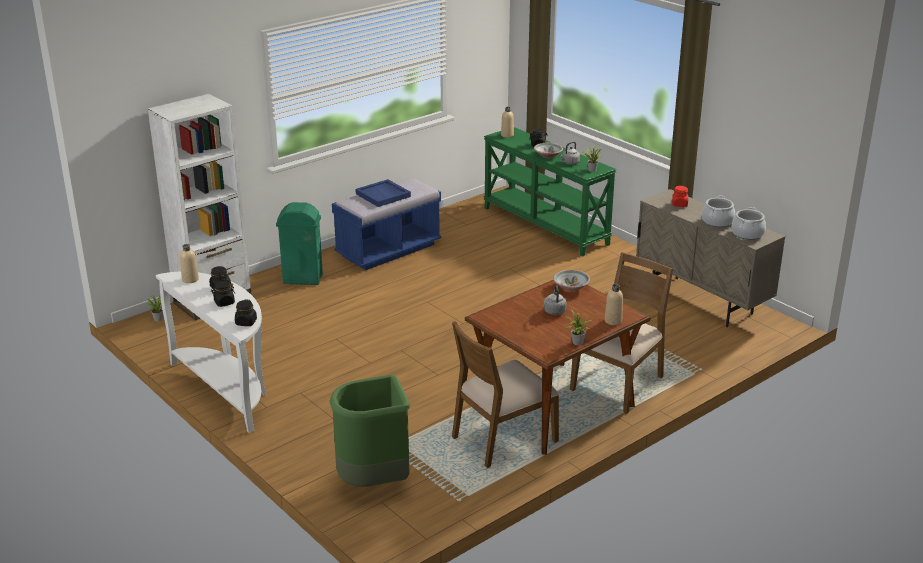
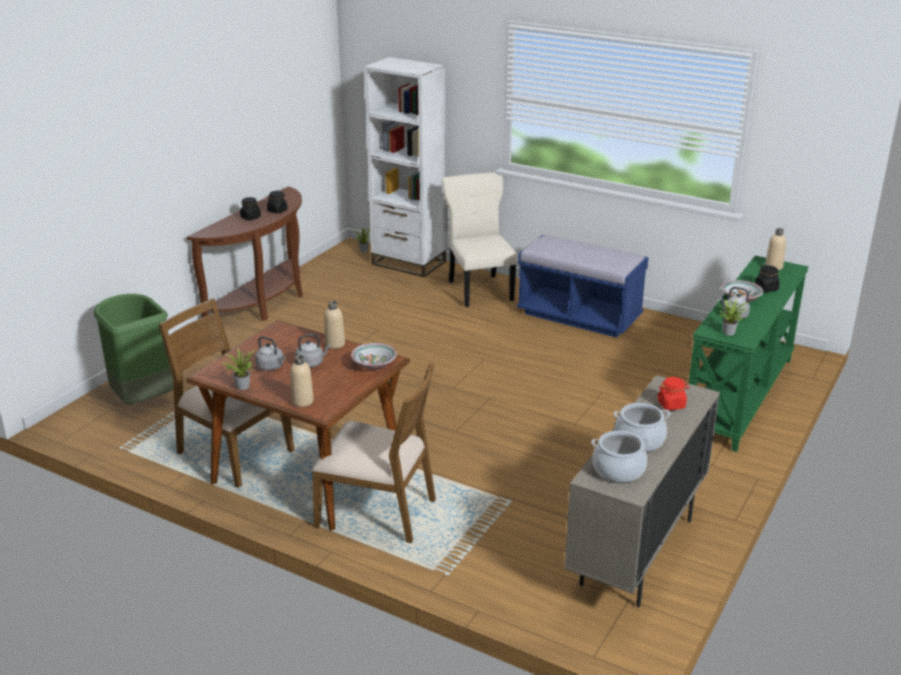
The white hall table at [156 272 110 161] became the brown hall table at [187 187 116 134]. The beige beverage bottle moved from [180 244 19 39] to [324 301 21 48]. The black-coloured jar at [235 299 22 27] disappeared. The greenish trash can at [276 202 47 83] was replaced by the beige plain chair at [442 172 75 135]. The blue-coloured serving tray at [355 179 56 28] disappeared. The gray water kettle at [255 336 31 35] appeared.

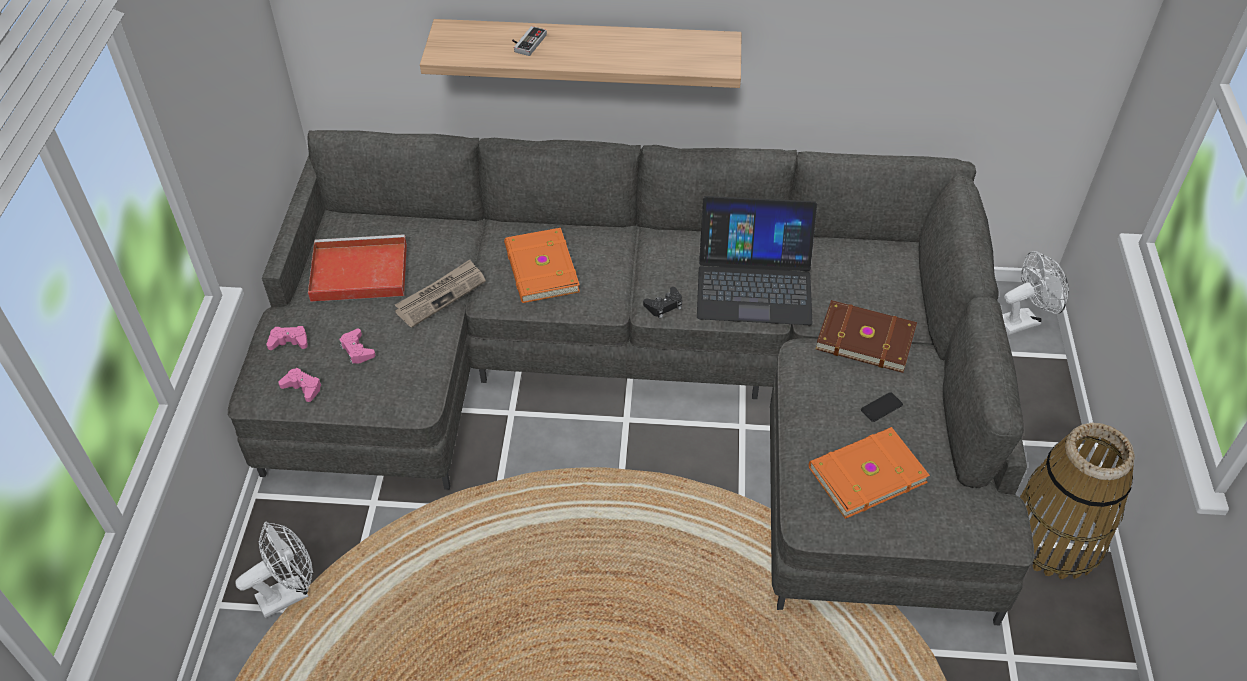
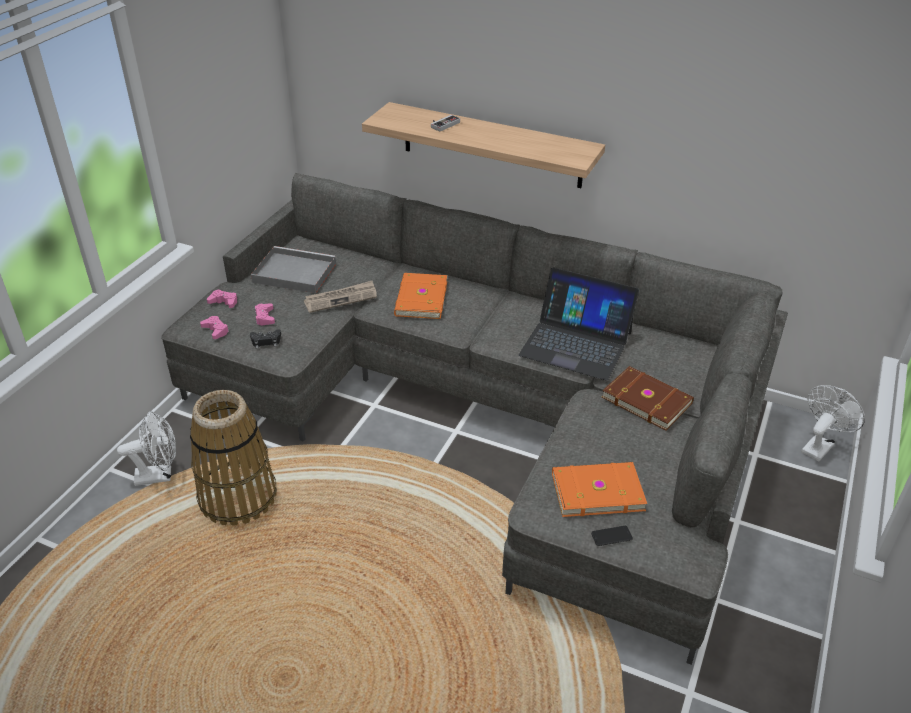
The red-coloured serving tray at [308 234 99 68] became the gray serving tray at [251 246 85 47]. The black-coloured joypad moved from [643 287 39 31] to [250 329 31 19]. The phone moved from [861 392 42 30] to [591 526 42 20]. The white fan at [1002 251 67 84] turned 45 degrees counterclockwise. The storage basket moved from [1020 423 115 156] to [190 390 87 136].

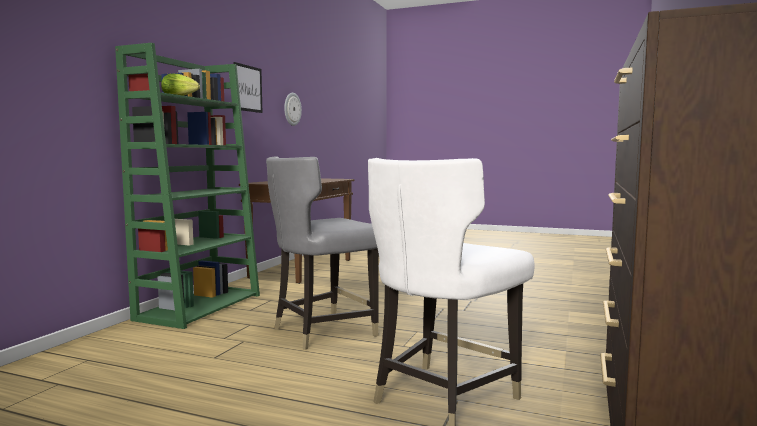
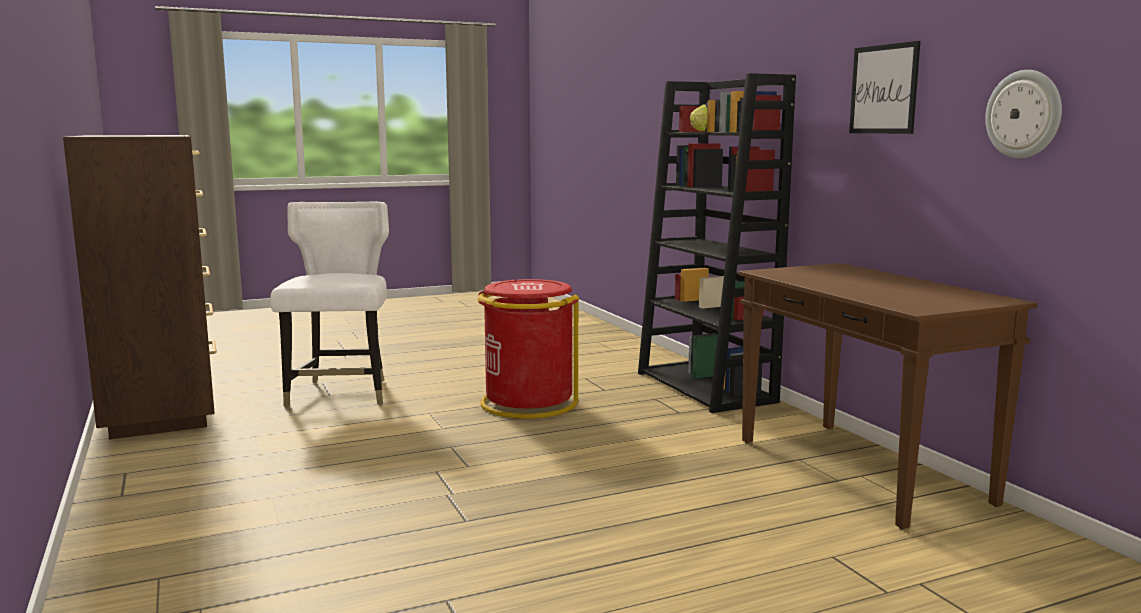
The greenish bookshelf at [115 43 145 286] became the black-coloured bookshelf at [638 73 158 340]. The gray plain chair at [266 156 113 194] was replaced by the red-coloured trash can at [478 279 101 139].

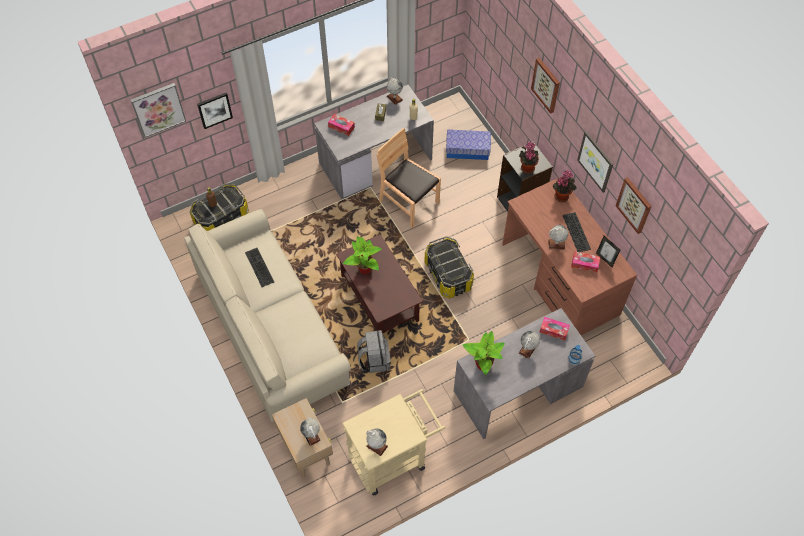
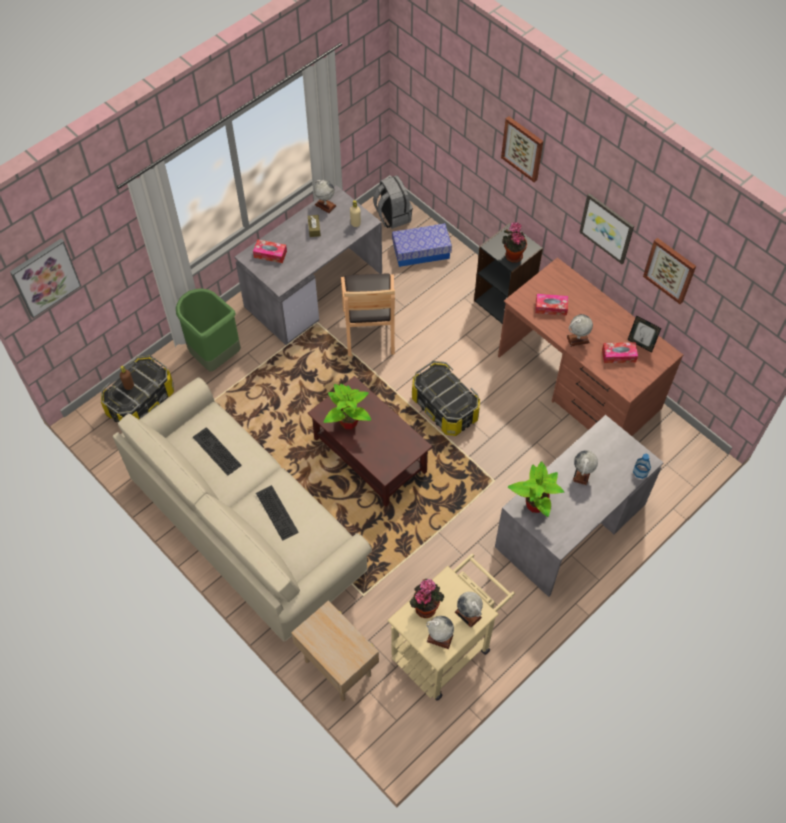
The picture at [197 93 36 36] disappeared. The world globe moved from [300 418 21 28] to [455 592 28 36]. The gray knapsack moved from [357 330 34 43] to [373 175 40 54]. The brown plain chair at [377 128 64 100] turned 120 degrees counterclockwise. The box of tissues moved from [539 317 31 24] to [535 294 33 22]. The plant in a pot moved from [553 170 24 32] to [410 579 34 39]. The PC keyboard moved from [562 212 29 40] to [256 485 43 56]. The greenish trash can at [176 288 65 84] appeared.

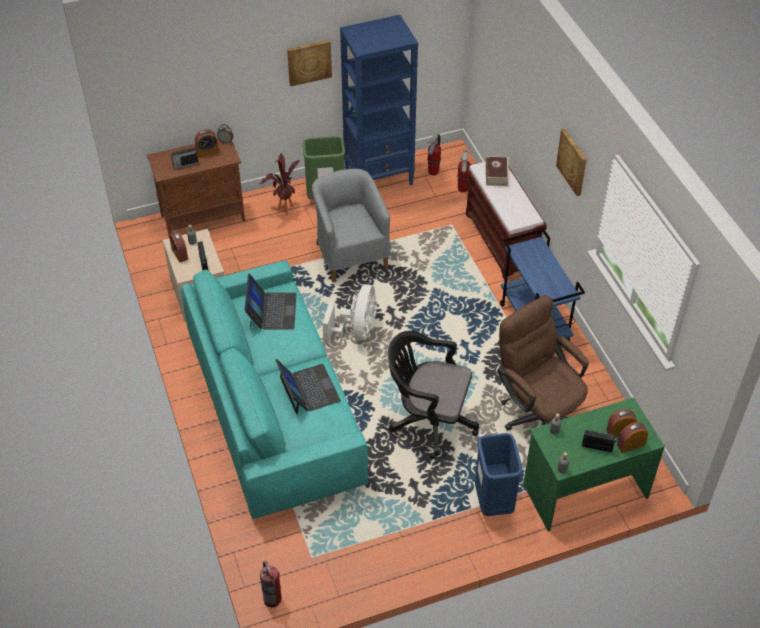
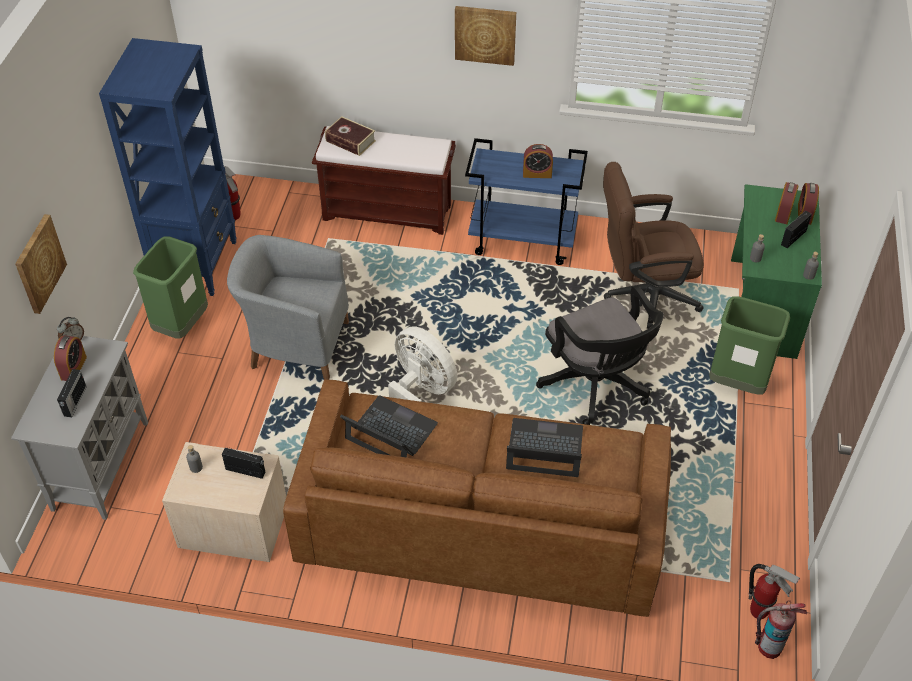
The brown cabinet at [147 138 98 97] became the gray cabinet at [11 336 137 184]. The alarm clock moved from [169 231 19 31] to [523 144 30 34]. The turquoise-coloured sofa at [181 261 187 258] became the brown sofa at [283 379 388 238]. The plant in a pot at [259 153 41 62] disappeared. The picture moved from [287 40 45 46] to [15 214 52 100]. The black-coloured computer chair at [388 330 91 129] turned 75 degrees counterclockwise. The fire-fighting cylinder moved from [457 151 14 41] to [749 564 51 55]. The blue-coloured trash can at [475 433 48 83] became the greenish trash can at [709 296 81 99].

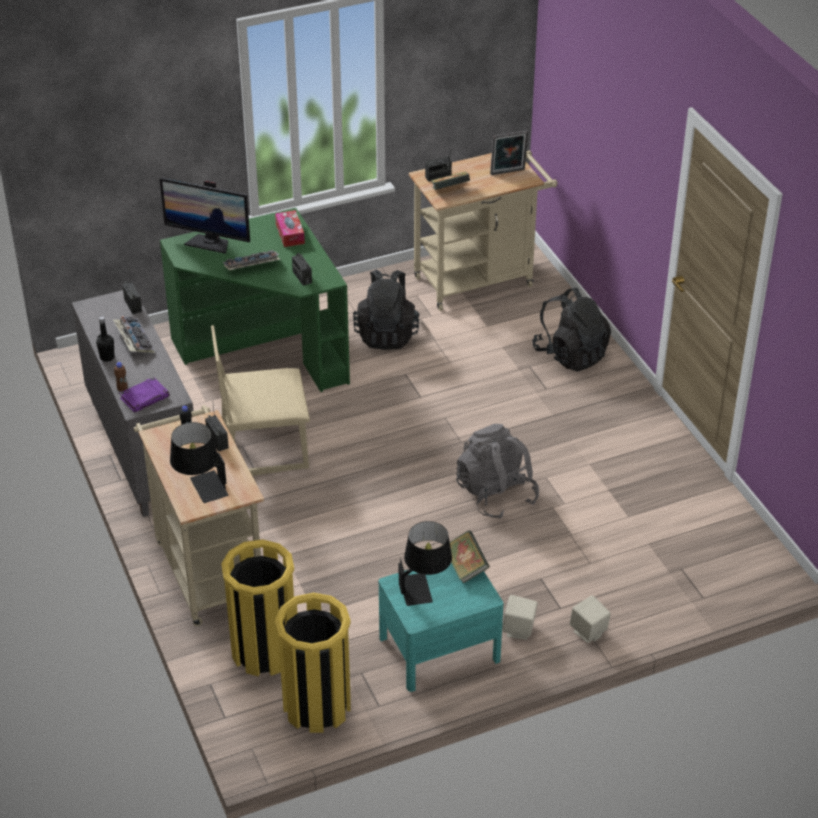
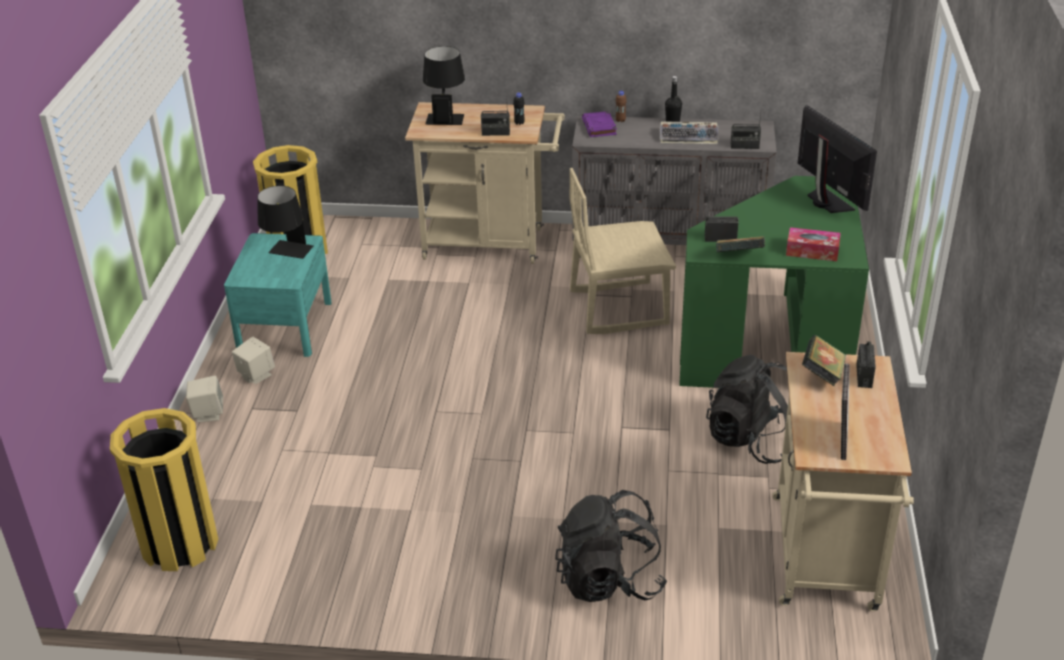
The monitor at [160 177 90 77] turned 105 degrees clockwise. The beige plain chair at [211 325 99 151] turned 120 degrees counterclockwise. The yellowish trash can moved from [221 539 73 137] to [110 408 108 163]. The PC keyboard at [223 250 58 20] disappeared. The book moved from [450 530 40 53] to [716 236 49 16]. The gray knapsack at [456 424 83 95] disappeared.

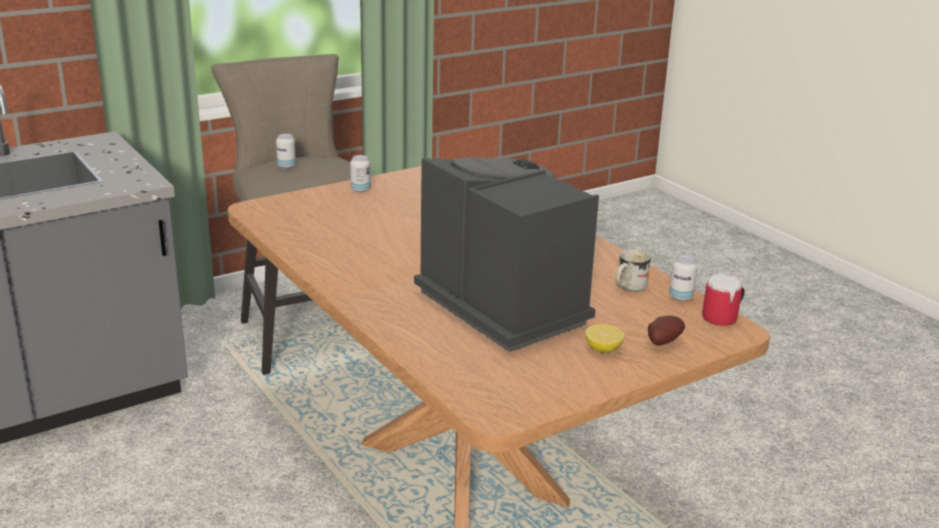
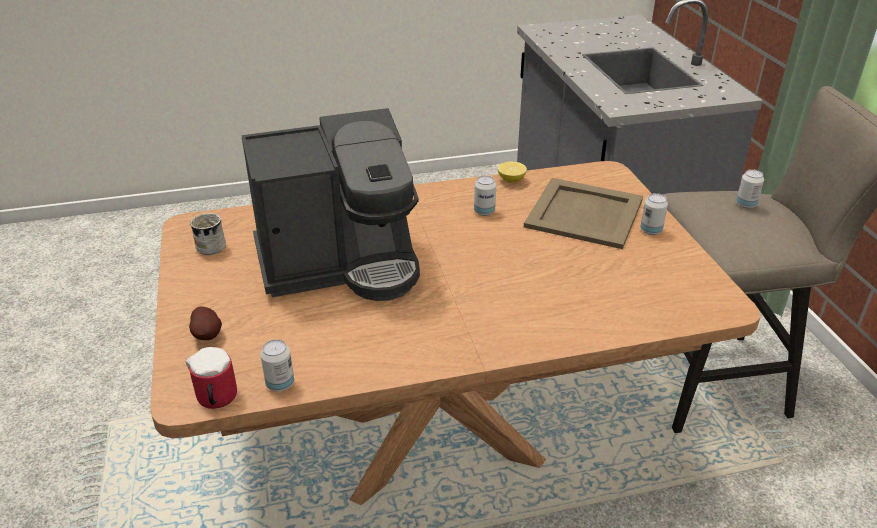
The citrus fruit moved from [585 324 39 29] to [498 161 29 22]. The white coffee mug moved from [615 249 36 44] to [190 213 36 42]. The can at [474 176 22 40] appeared. The beige serving tray at [524 178 119 71] appeared.

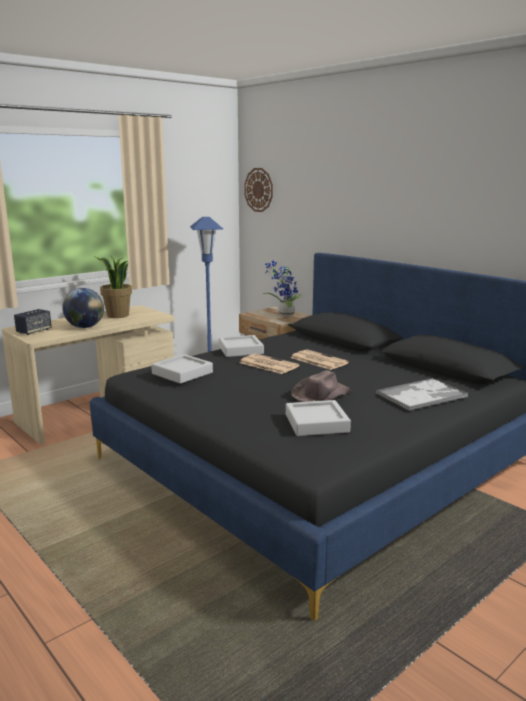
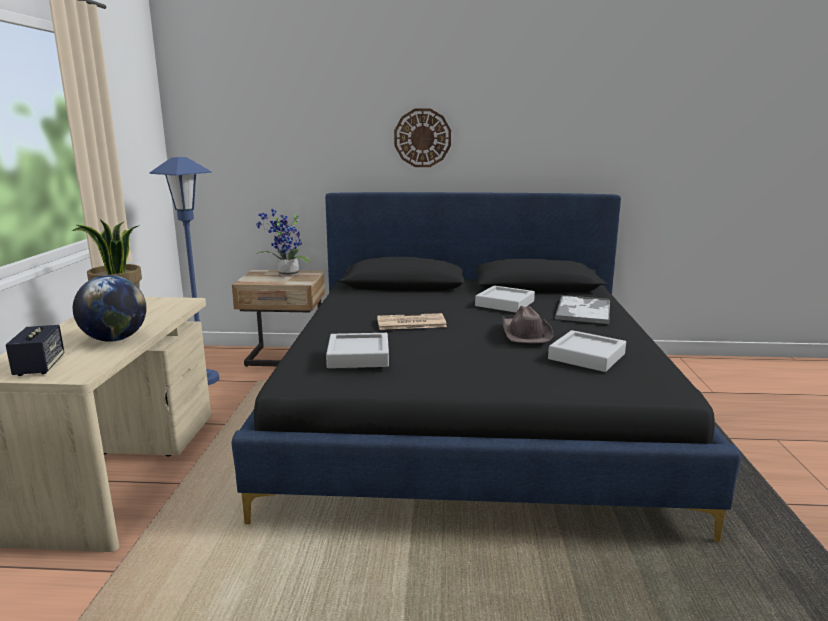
The gray serving tray moved from [219 335 45 22] to [475 285 60 28]. The hanging clock moved from [244 168 29 44] to [394 108 57 59]. The newspaper at [291 350 58 20] disappeared.

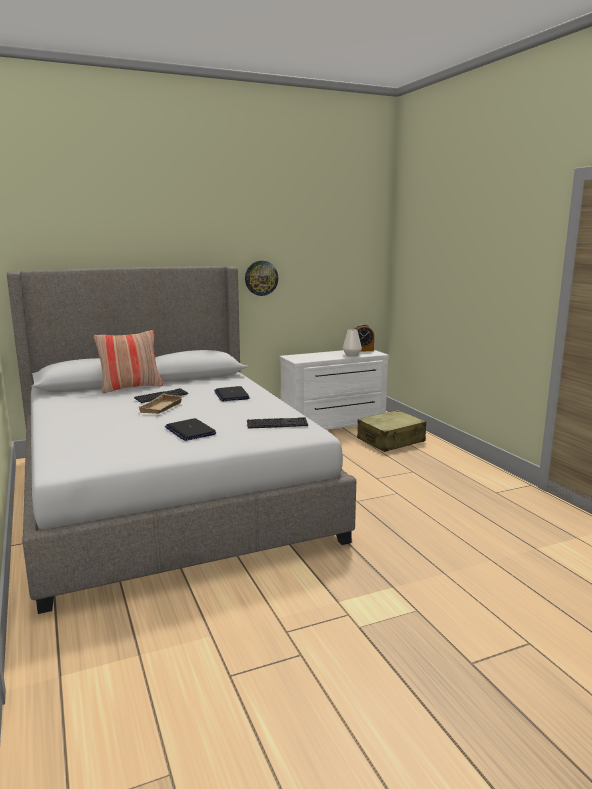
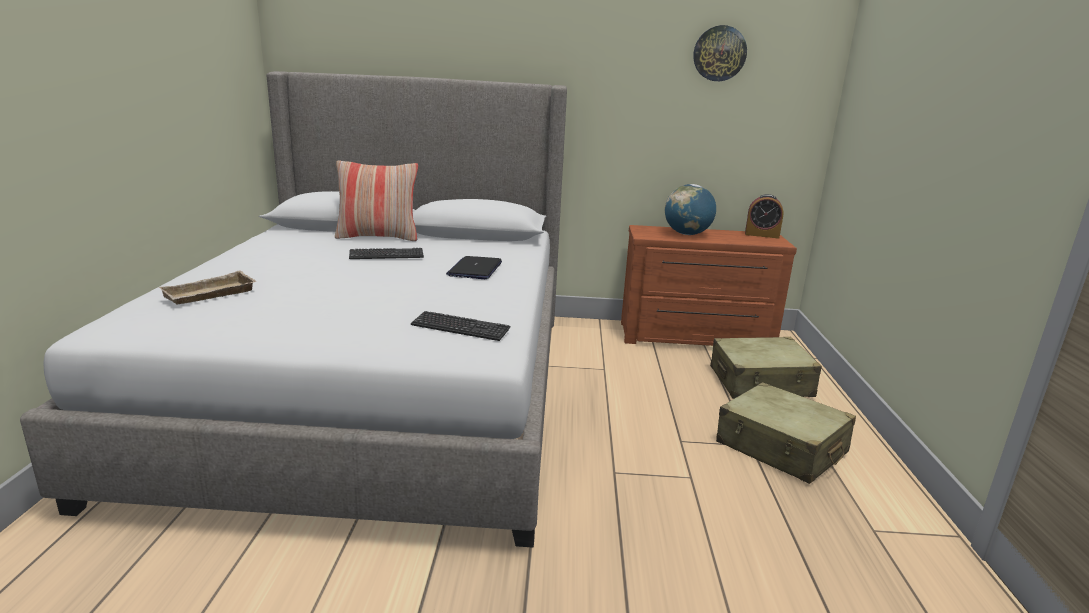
The beige serving tray moved from [139 393 45 21] to [159 270 97 35]. The portable computer at [165 418 51 23] disappeared. The hanging clock moved from [245 261 33 35] to [693 25 54 56]. The white drawer chest at [280 350 109 80] became the brown drawer chest at [621 225 176 121]. The white decorative vase at [343 329 19 28] disappeared. The world globe at [665 184 51 51] appeared. The beige suitcase at [716 382 140 102] appeared.

